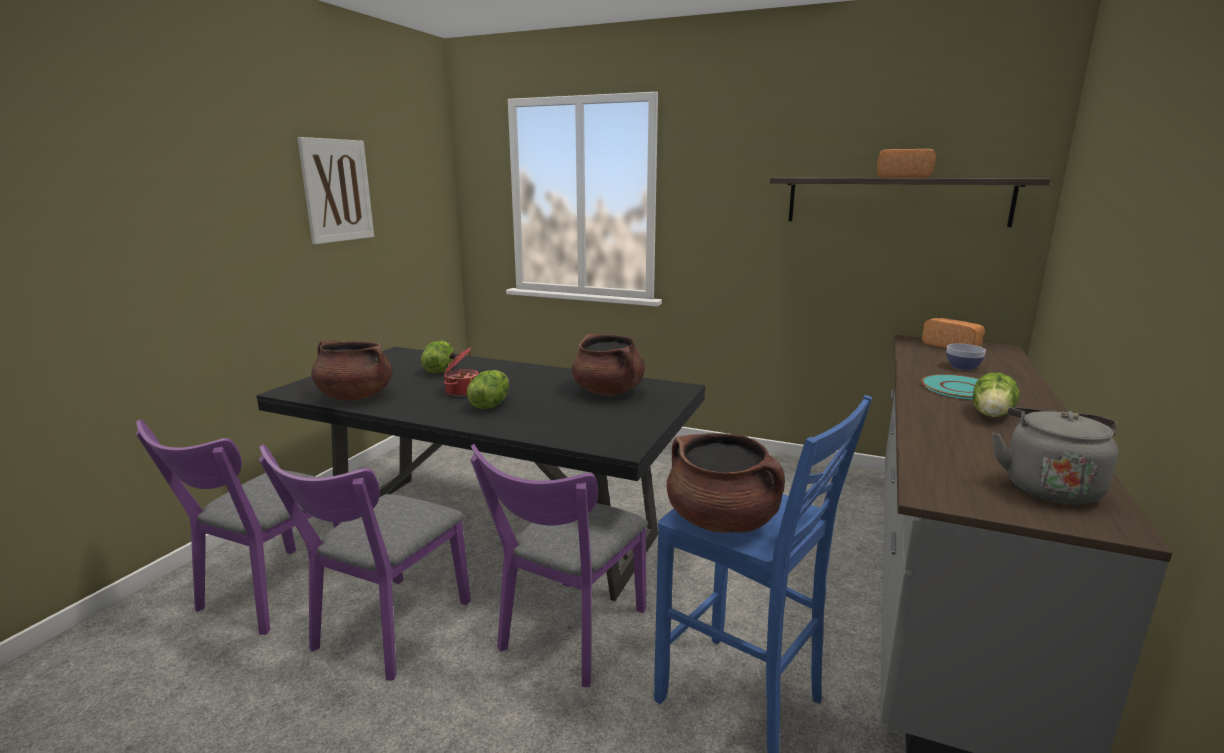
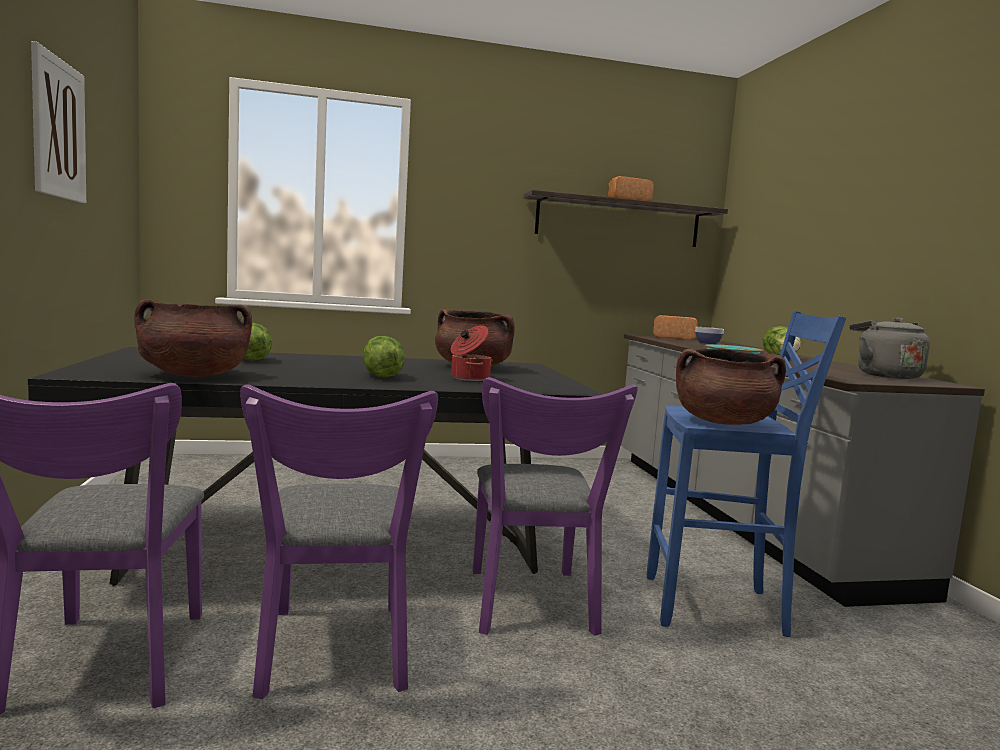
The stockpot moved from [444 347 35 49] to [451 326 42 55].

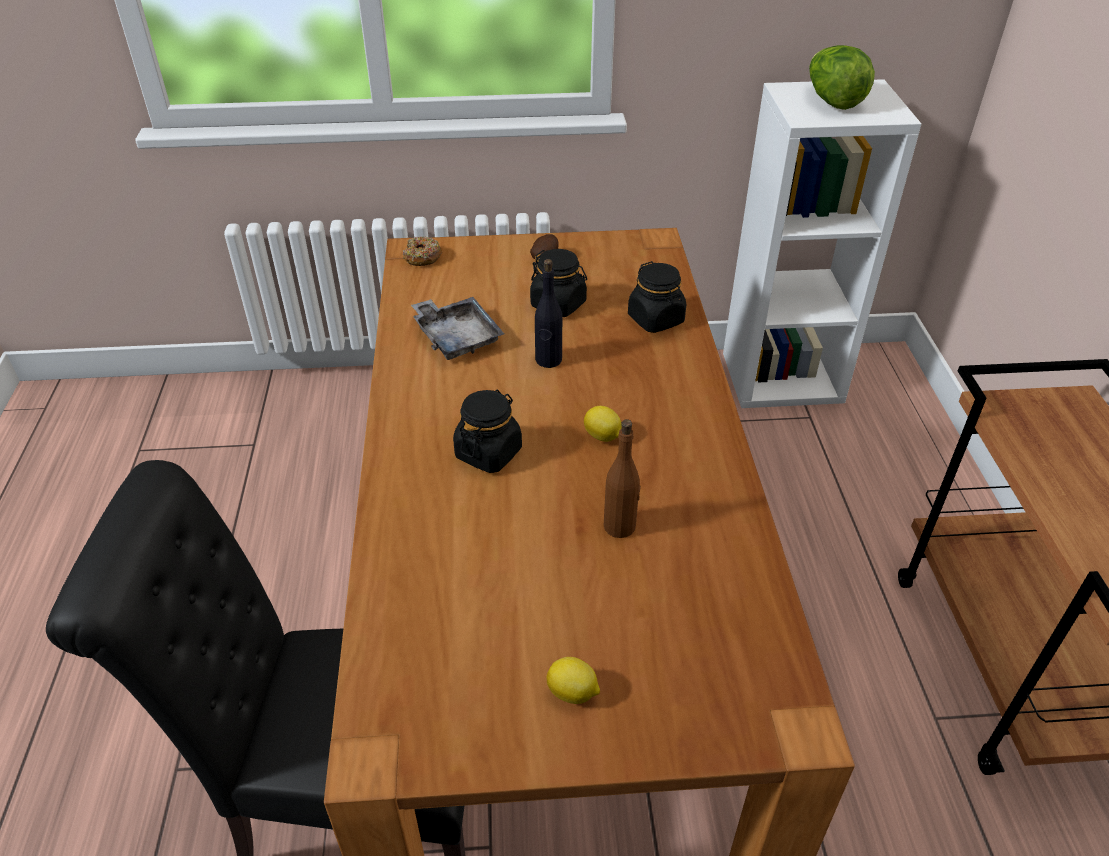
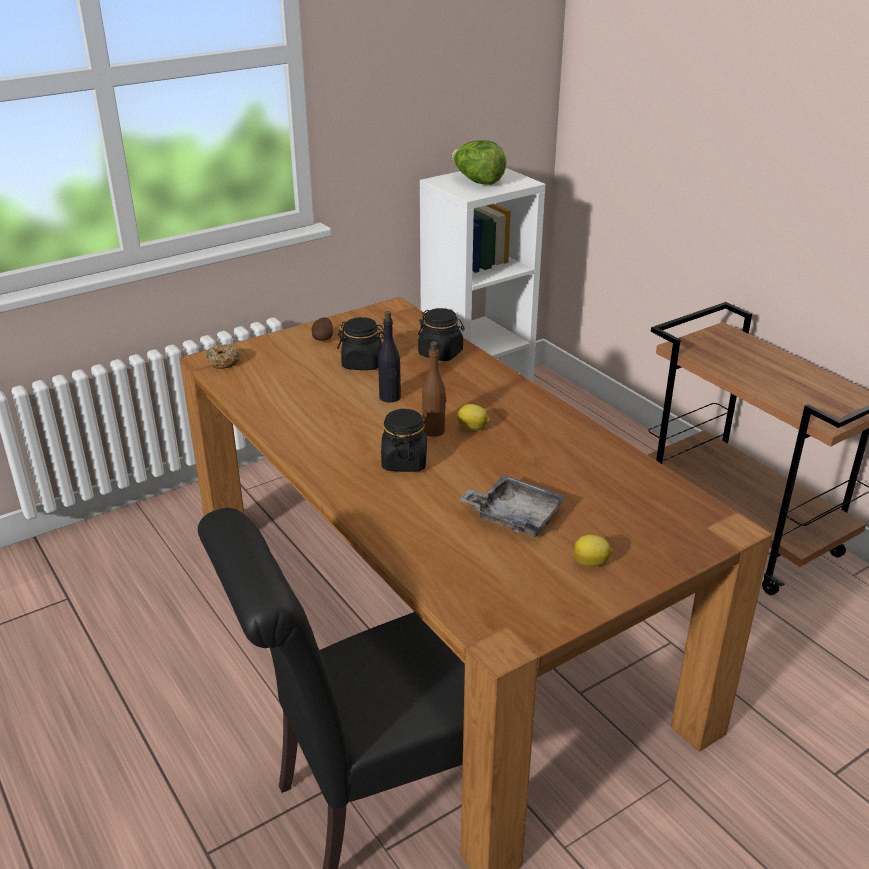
The gray serving tray moved from [411 297 93 63] to [459 475 108 62]. The brown beverage bottle moved from [604 419 37 119] to [422 341 24 96].

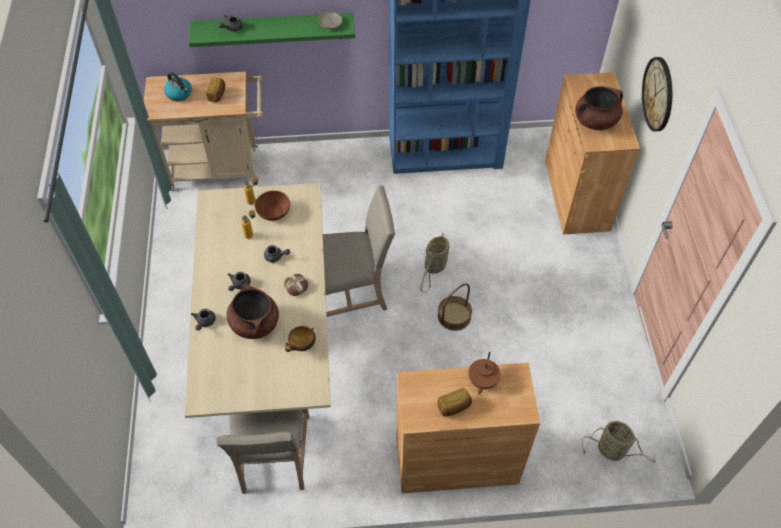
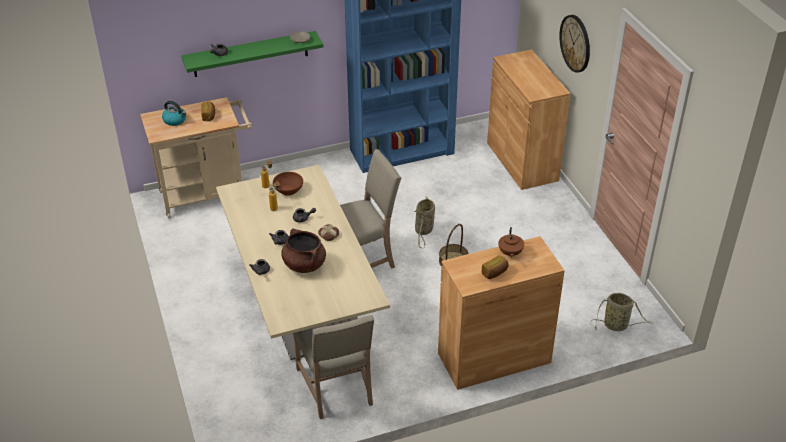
The serving bowl at [285 326 31 26] disappeared. The brown stockpot at [575 86 48 44] disappeared.

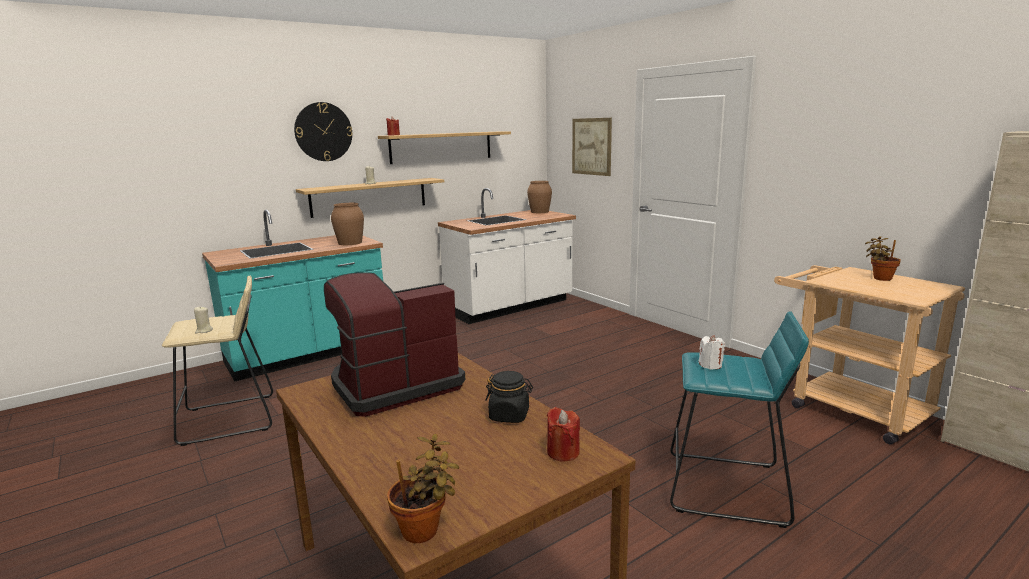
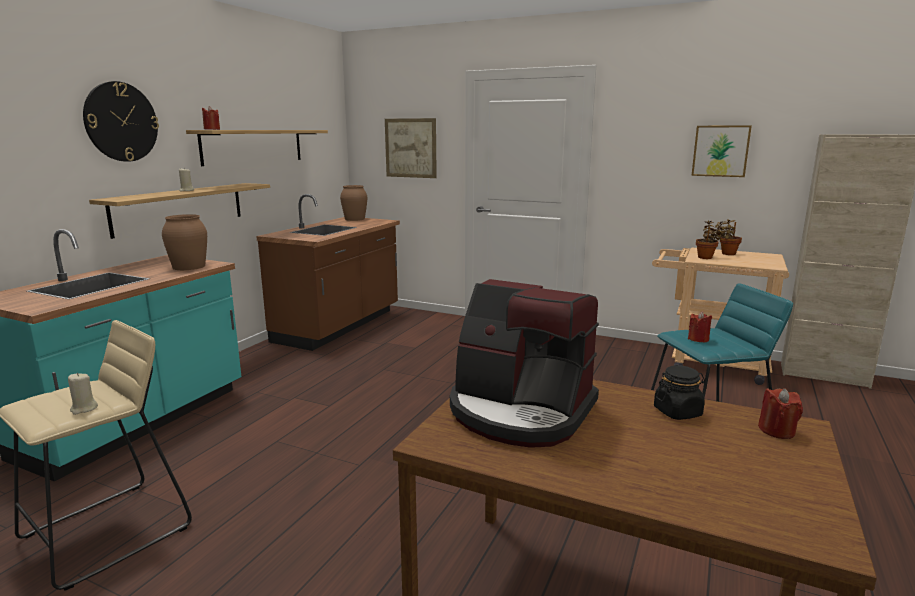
The coffee brewer at [324 273 141 144] turned 90 degrees counterclockwise. The plant in a pot moved from [387 434 72 109] to [696 220 27 39]. The white kitchen counter at [438 188 138 136] became the brown kitchen counter at [256 194 144 157]. The white wax light at [698 335 27 34] became the red-coloured wax light at [688 311 24 32]. The picture at [691 125 61 52] appeared.

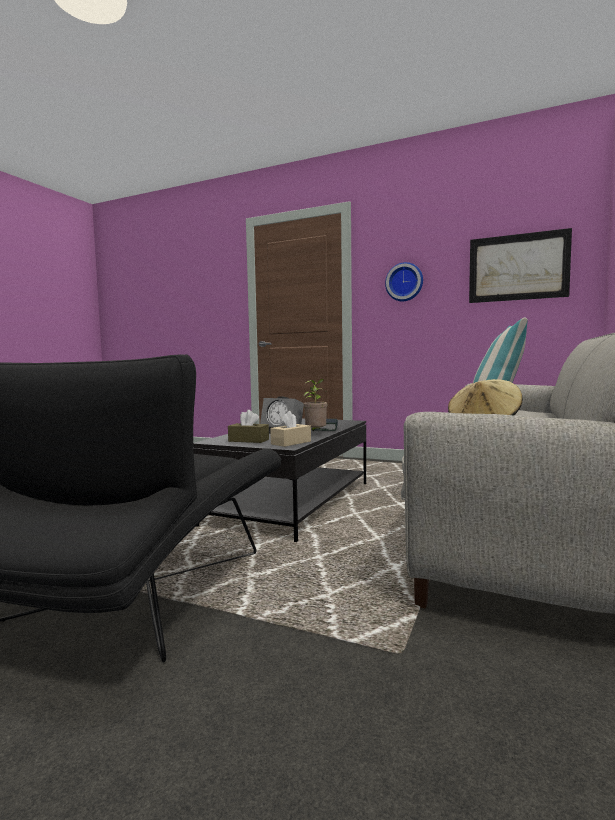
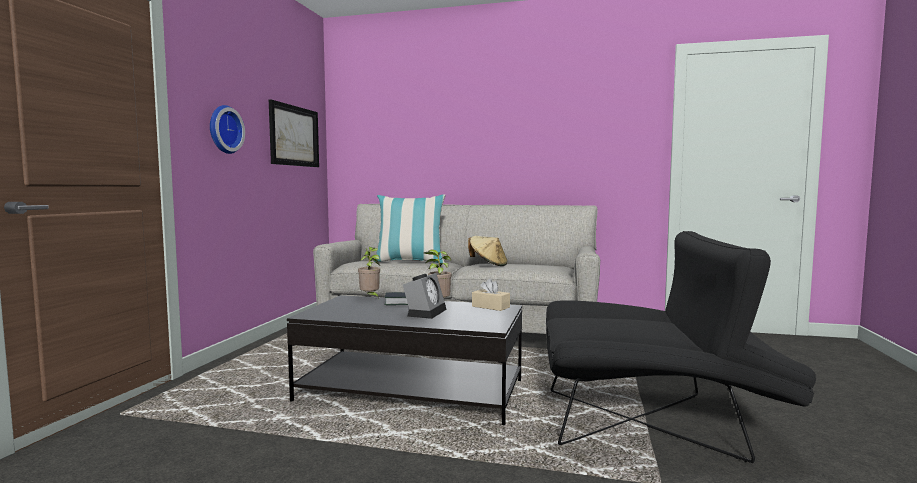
The brown box of tissues at [228 410 41 33] disappeared. The plant in a pot at [358 247 22 50] appeared.

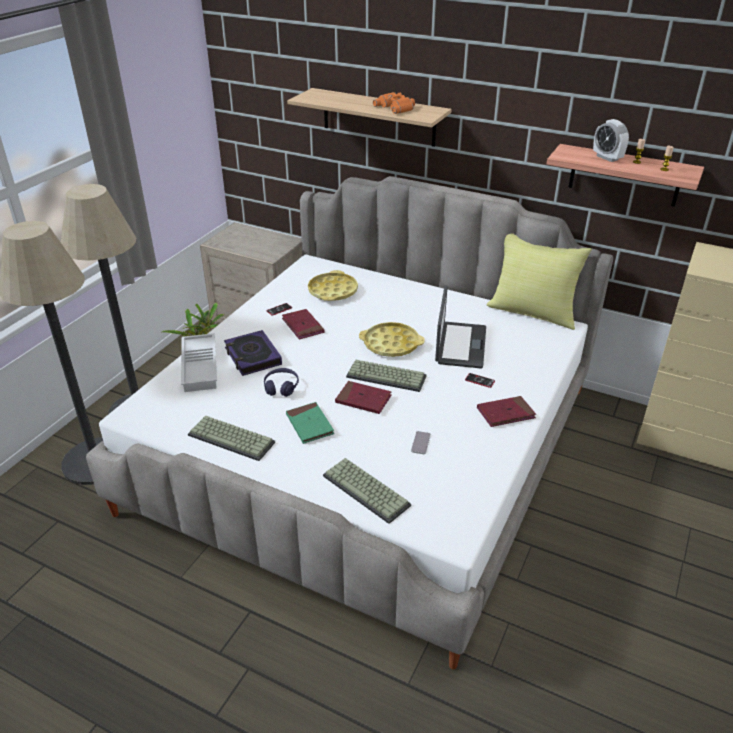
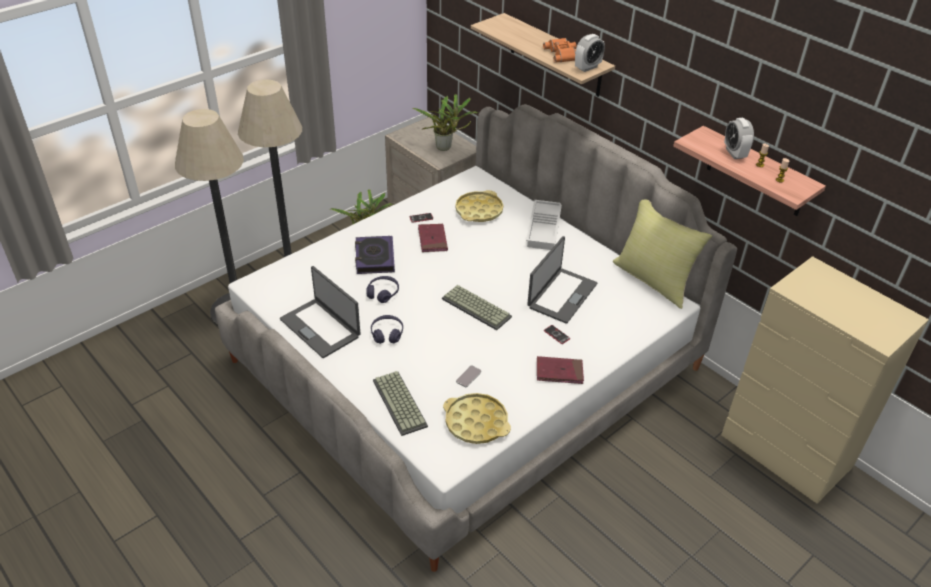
The white serving tray moved from [181 333 36 59] to [526 200 36 50]. The PC keyboard at [188 415 87 46] was replaced by the portable computer at [280 266 80 92]. The greenish book at [286 402 48 42] was replaced by the purple-coloured headset at [371 315 32 29]. The red-coloured book at [335 381 56 33] disappeared. The yellowish serving tray moved from [359 322 66 35] to [443 393 68 51]. The plant in a pot at [412 94 66 57] appeared. The alarm clock at [575 34 30 38] appeared.

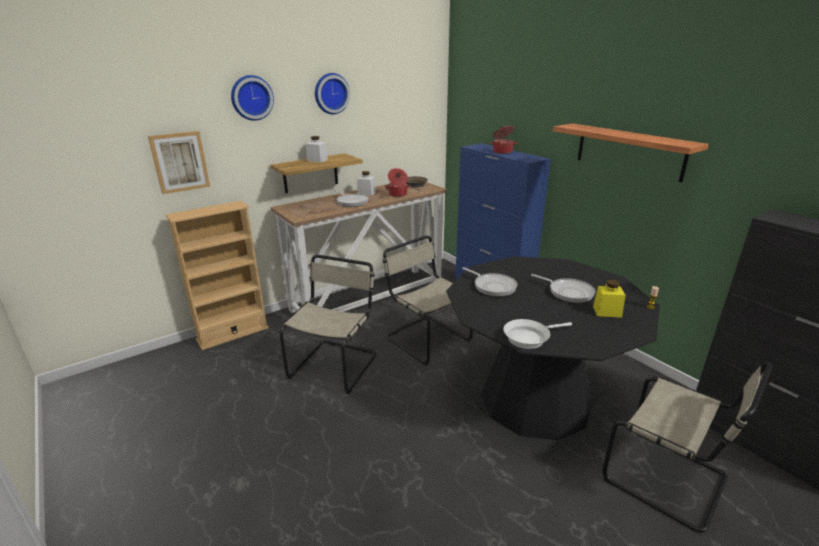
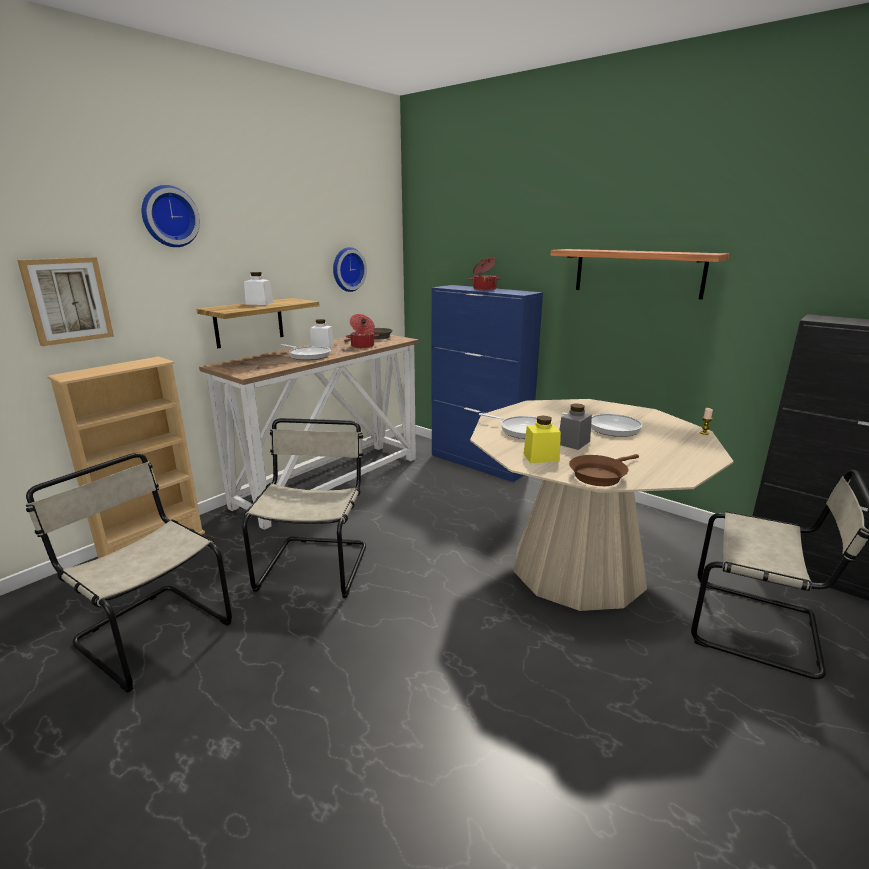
The hanging clock moved from [315 73 35 41] to [333 247 34 45]. The beige plain chair moved from [383 236 90 129] to [26 453 206 240]. The black-coloured dining table at [446 256 214 184] became the beige dining table at [470 399 264 212]. The white skillet at [503 319 69 30] became the brown skillet at [569 454 70 32]. The yellowish jar moved from [593 280 33 38] to [524 416 37 47]. The gray jar at [559 403 33 47] appeared.

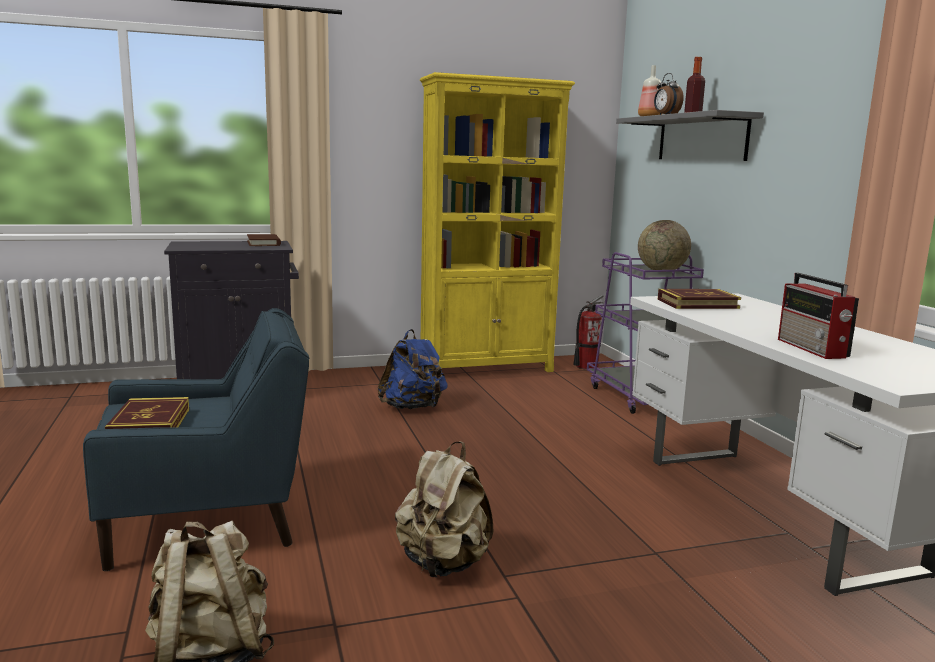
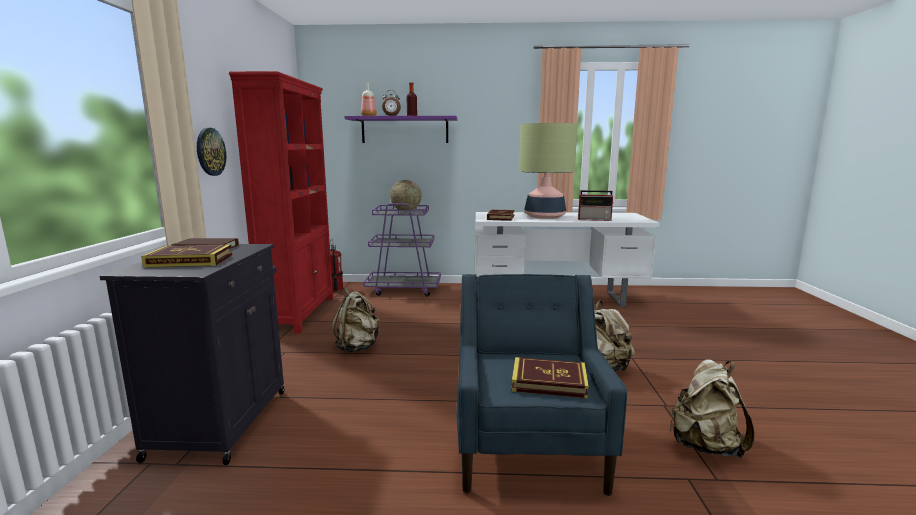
The blue-coloured knapsack at [378 329 70 80] became the beige knapsack at [332 287 49 65]. The yellowish bookshelf at [420 72 155 300] became the red-coloured bookshelf at [229 71 105 262]. The gray shelf at [616 110 148 51] became the purple-coloured shelf at [345 116 113 27]. The book at [141 244 92 24] appeared. The hanging clock at [197 128 29 48] appeared. The table lamp at [519 123 59 96] appeared.

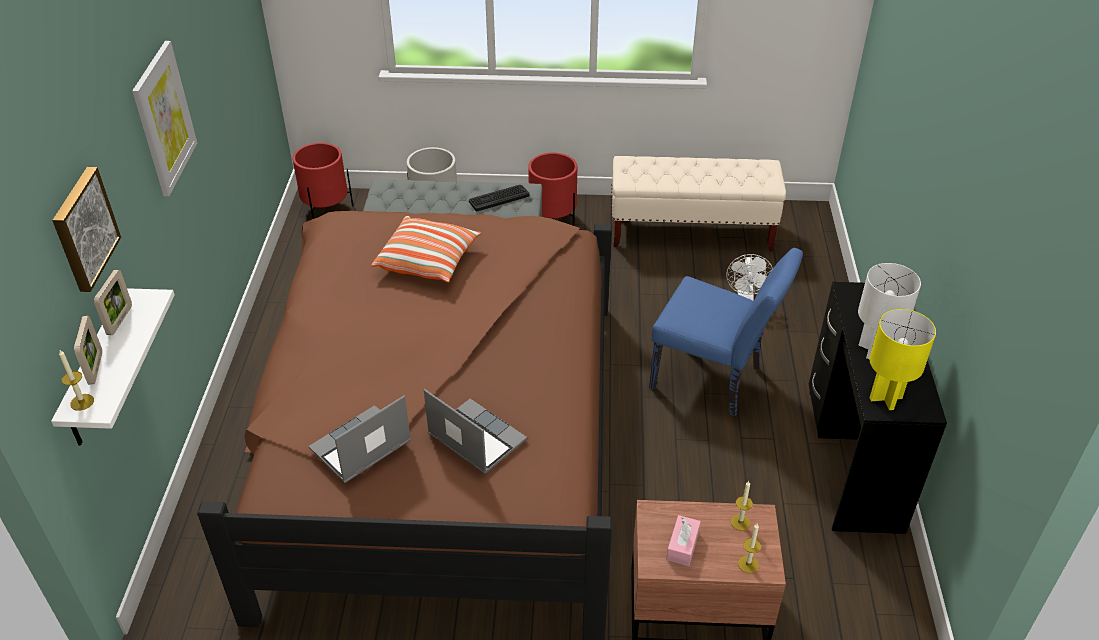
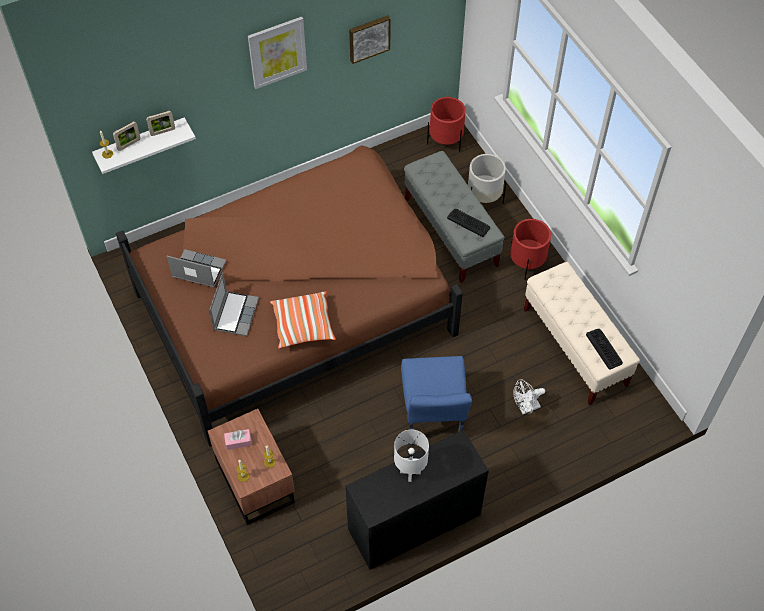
The picture moved from [52 167 69 125] to [349 15 42 49]. The throw pillow moved from [371 216 110 67] to [270 291 66 58]. The yellowish table lamp at [869 309 67 101] disappeared. The PC keyboard at [586 329 37 41] appeared.

